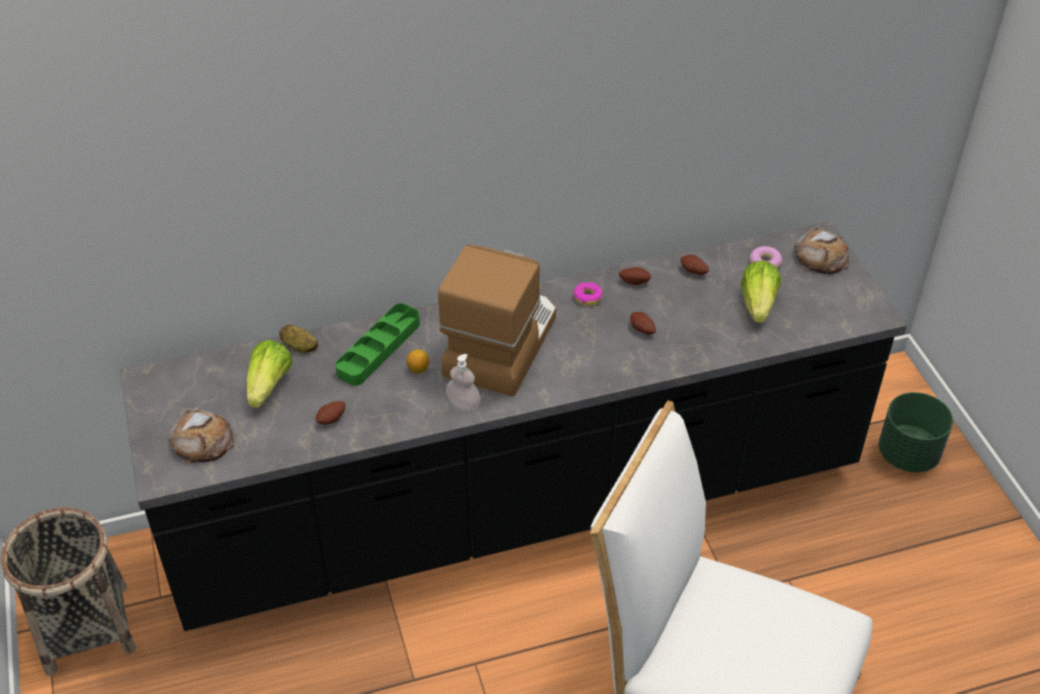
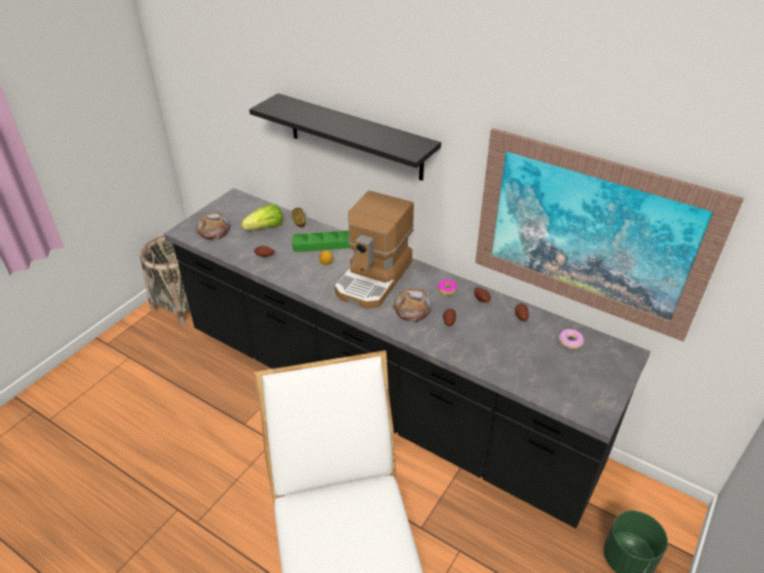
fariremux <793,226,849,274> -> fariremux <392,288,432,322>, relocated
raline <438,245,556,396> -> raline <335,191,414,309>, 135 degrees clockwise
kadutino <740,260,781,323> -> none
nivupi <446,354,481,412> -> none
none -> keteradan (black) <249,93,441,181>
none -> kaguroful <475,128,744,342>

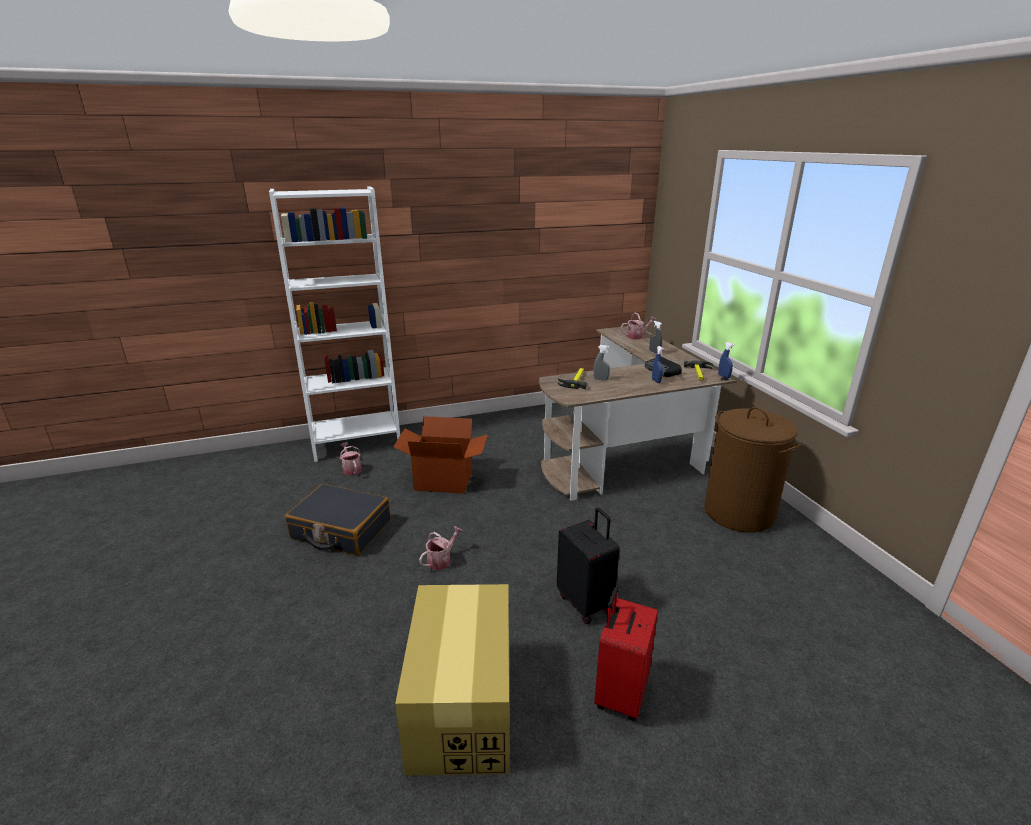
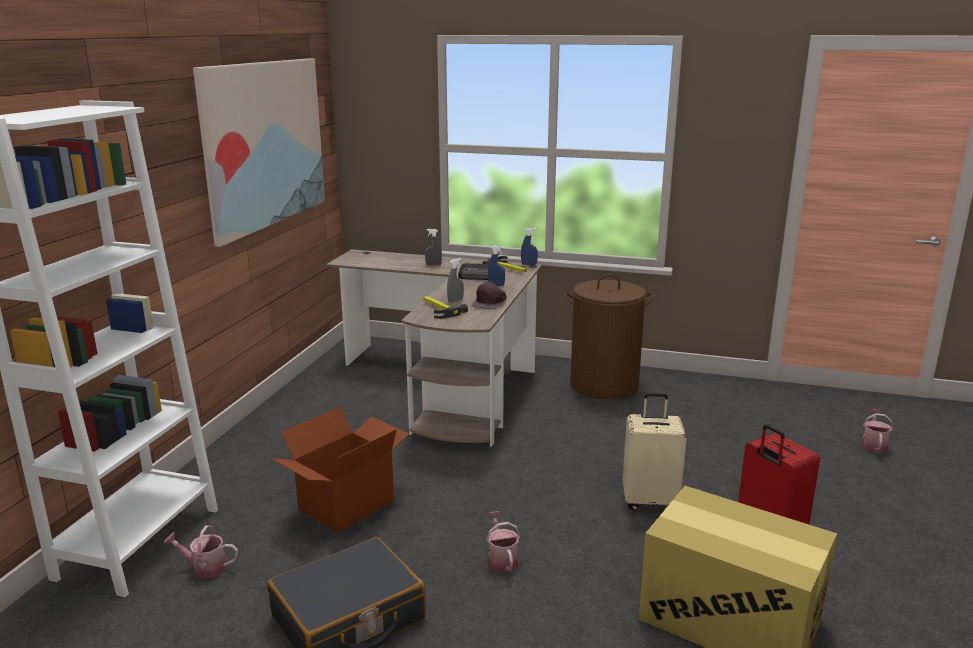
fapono <621,313,657,339> -> fapono <861,409,893,453>, relocated
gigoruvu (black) <557,508,620,624> -> gigoruvu (beige) <623,393,687,510>
none -> kaguroful <193,58,325,247>
none -> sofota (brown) <471,282,507,309>

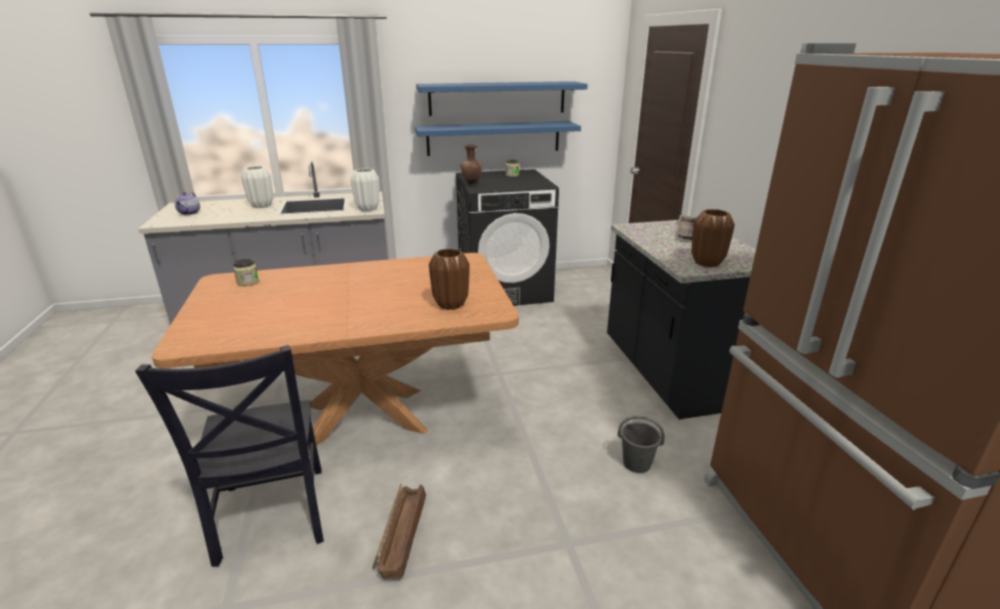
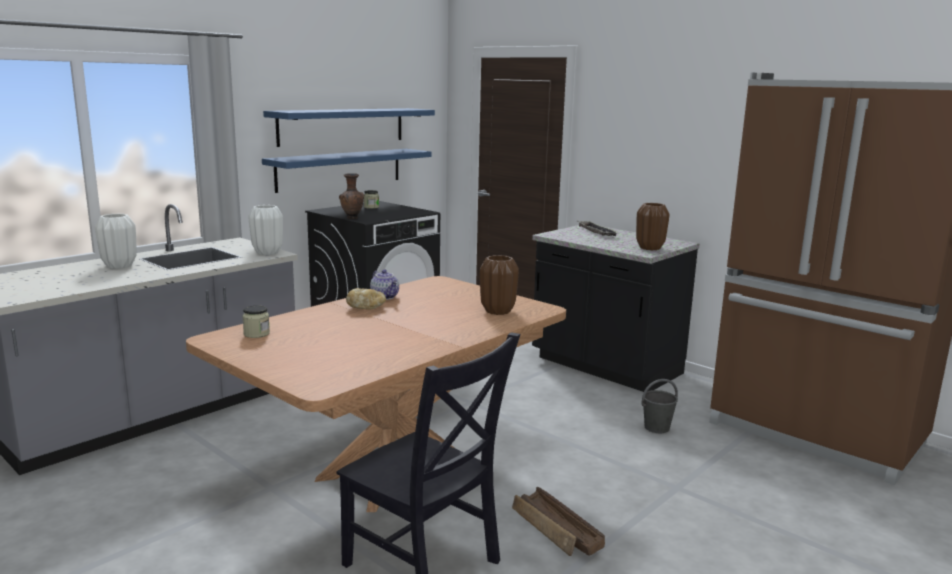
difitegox <175,192,200,215> -> difitegox <370,270,399,300>, relocated
none -> fariremux <346,288,386,309>

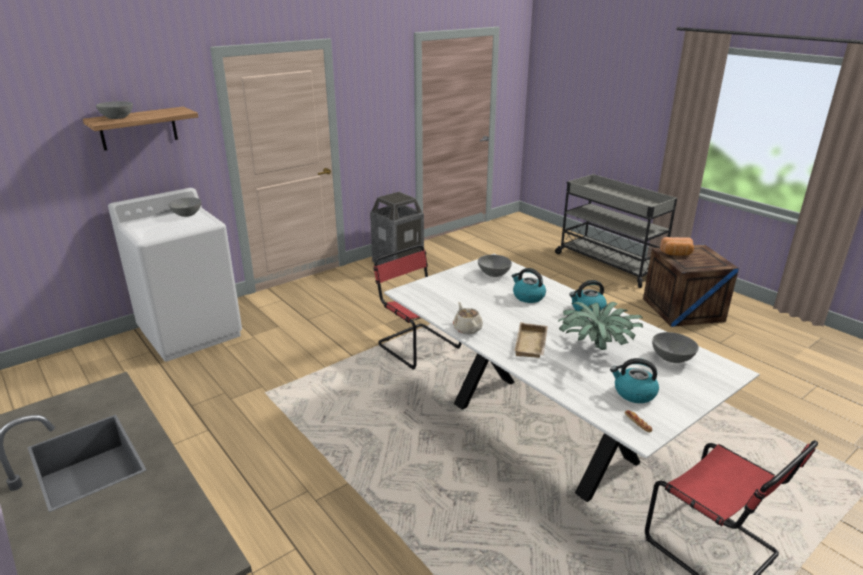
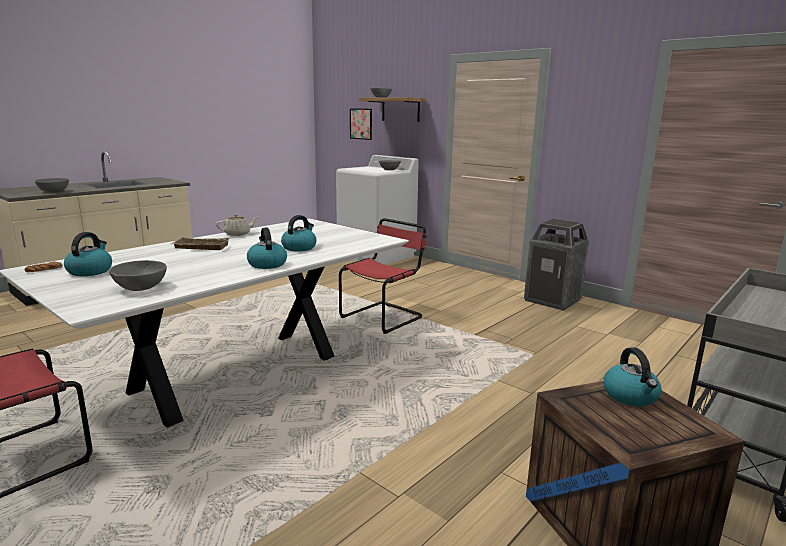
fariremux <660,237,694,256> -> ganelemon <603,348,662,407>
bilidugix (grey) <478,255,512,277> -> bilidugix (grey) <35,178,69,193>, relocated
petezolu <558,302,644,350> -> none
none -> kaguroful <350,108,372,140>

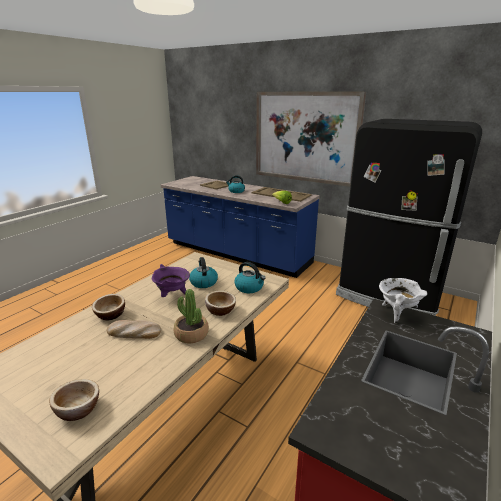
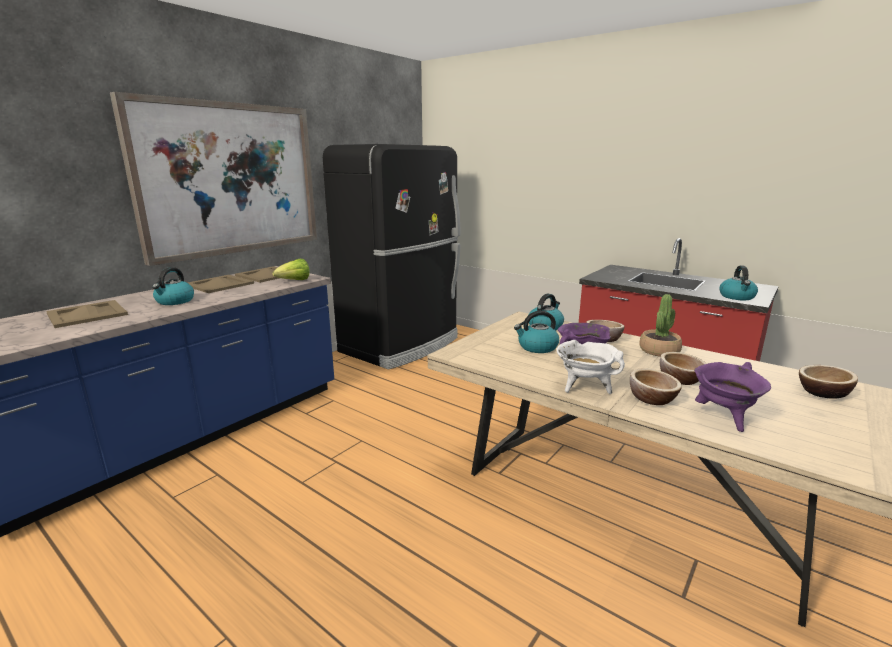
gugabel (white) <379,278,427,324> -> gugabel (white) <557,340,625,394>, relocated
fariremux <107,320,161,339> -> bilidugix <660,352,706,385>
none -> ganelemon <719,265,758,300>
none -> gugabel (purple) <694,362,771,432>

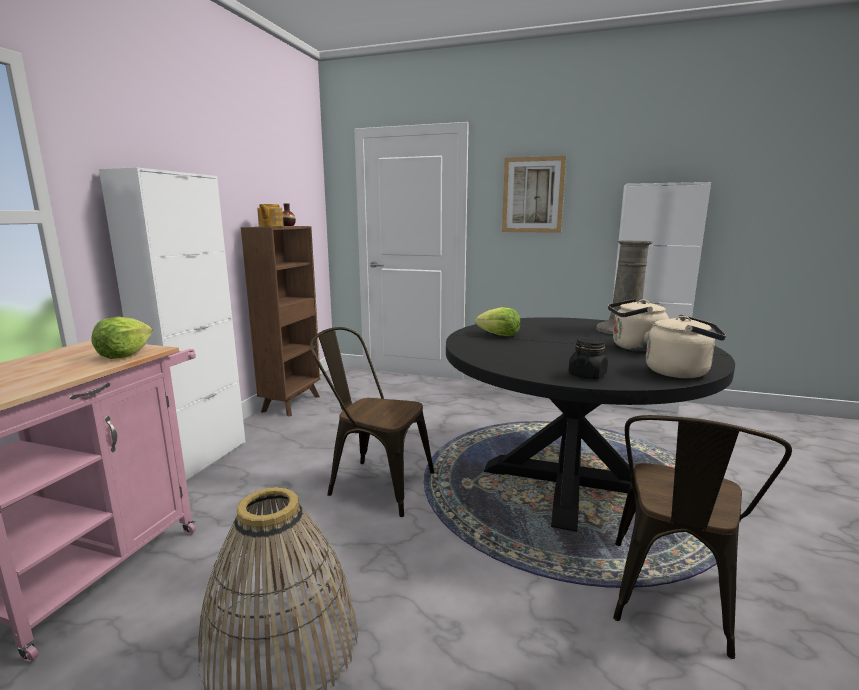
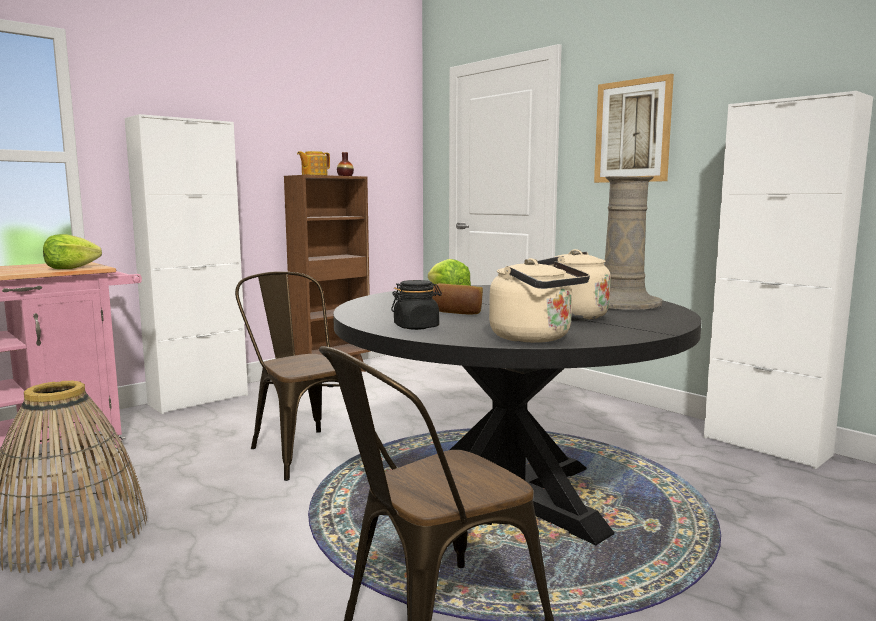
none -> fariremux <432,283,483,315>

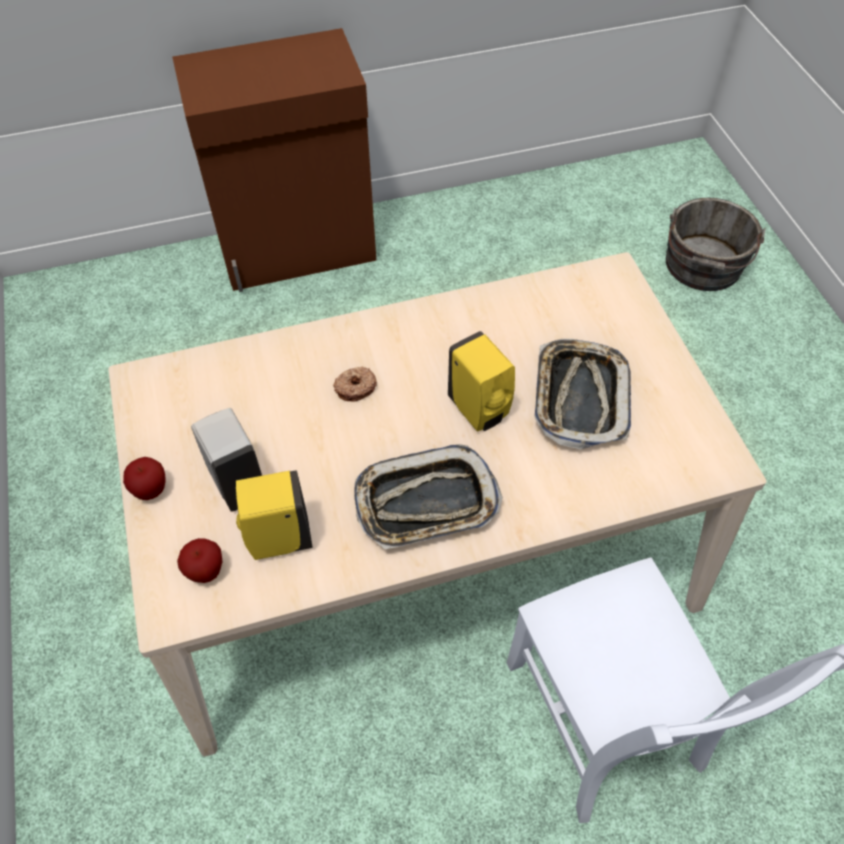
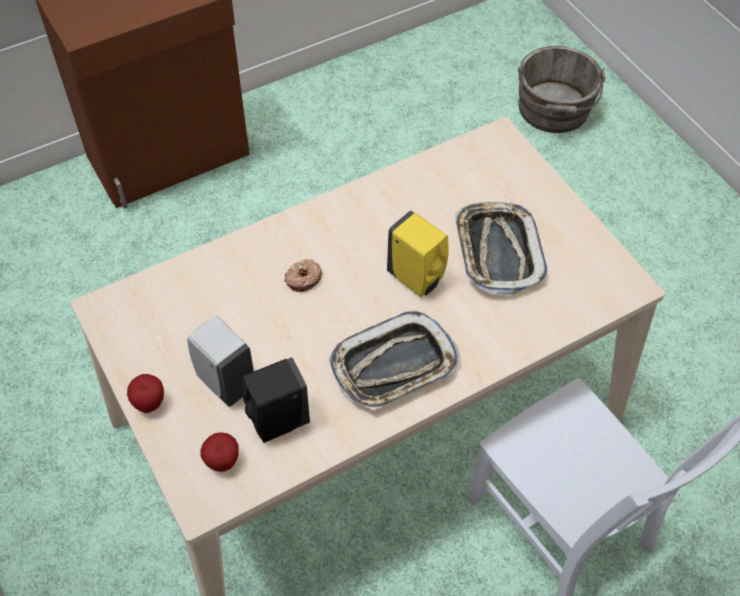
nivupi (yellow) <236,470,313,560> -> nivupi (black) <242,357,310,443>

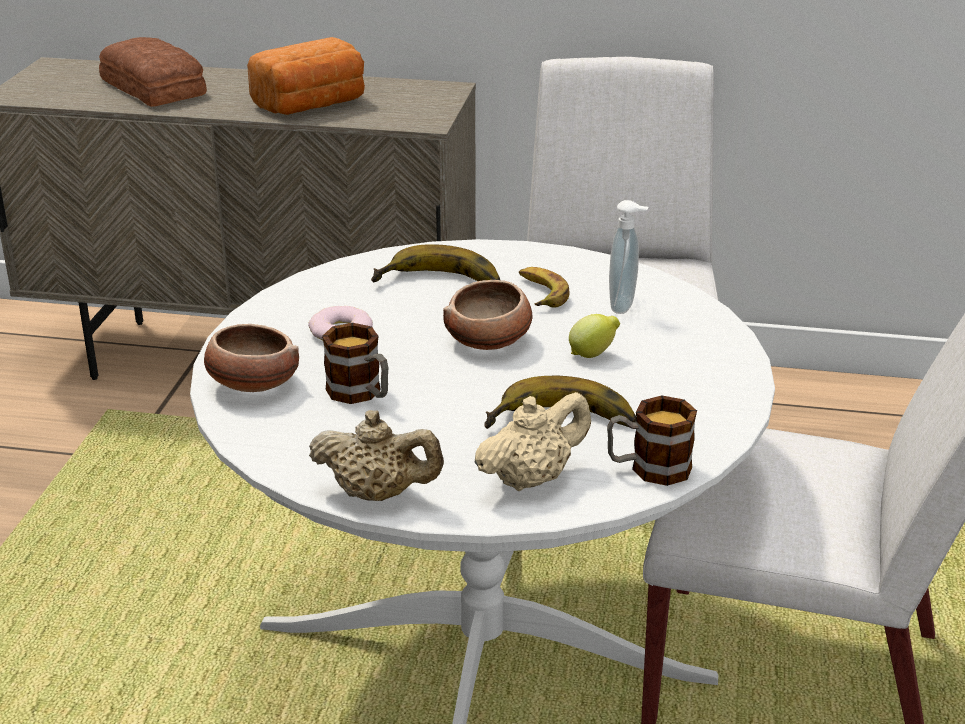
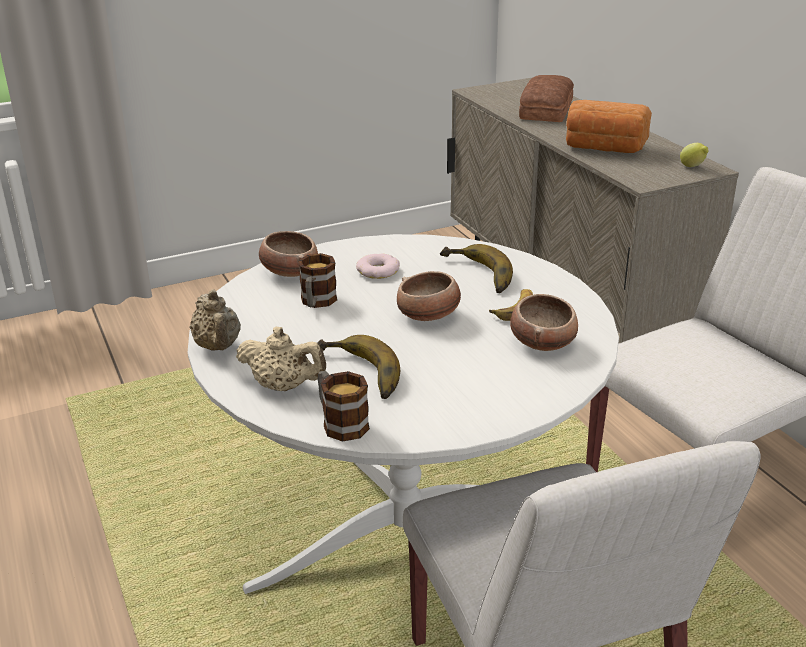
nivupi <609,200,648,314> -> bilidugix <510,294,578,351>
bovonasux <569,314,620,358> -> bovonasux <680,143,709,167>, relocated

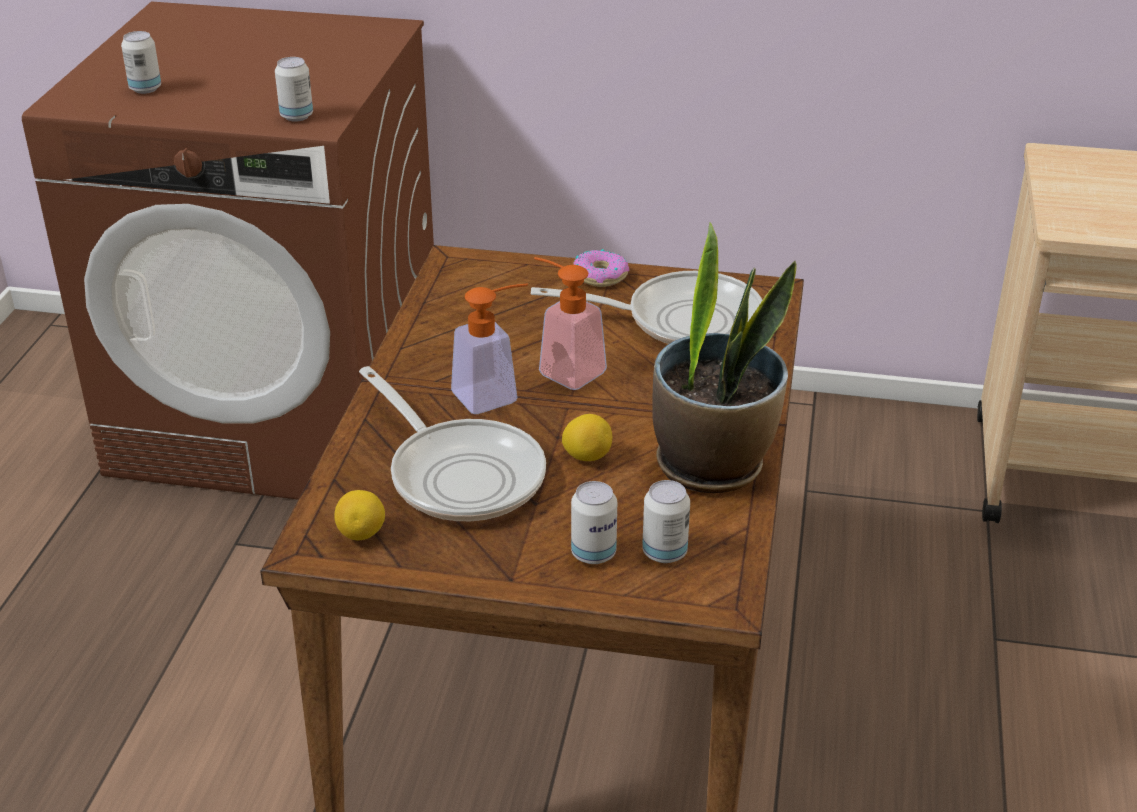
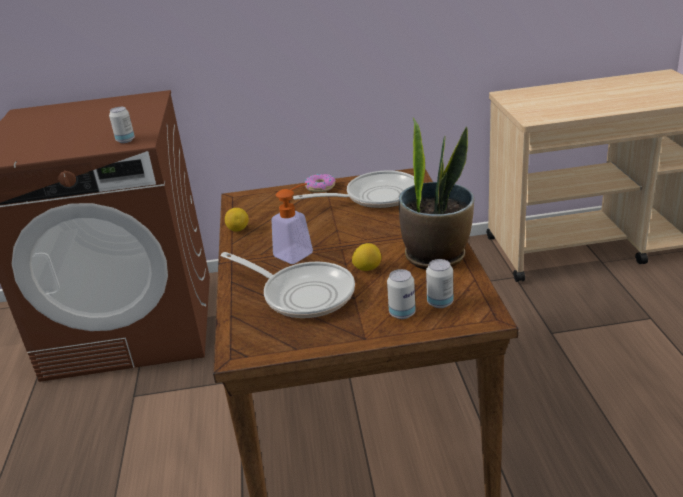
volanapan <121,31,161,94> -> none
nivupi <534,257,607,390> -> none
bovonasux <334,490,385,540> -> bovonasux <225,208,249,232>, relocated

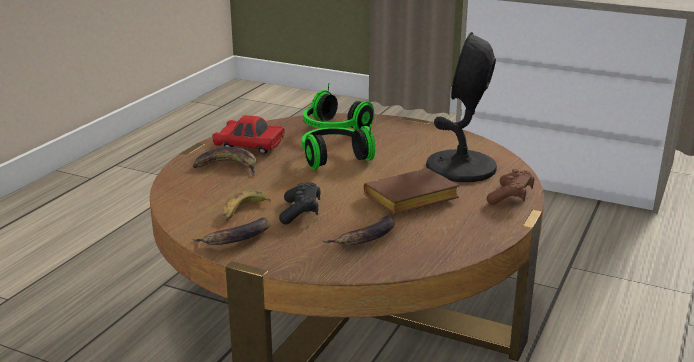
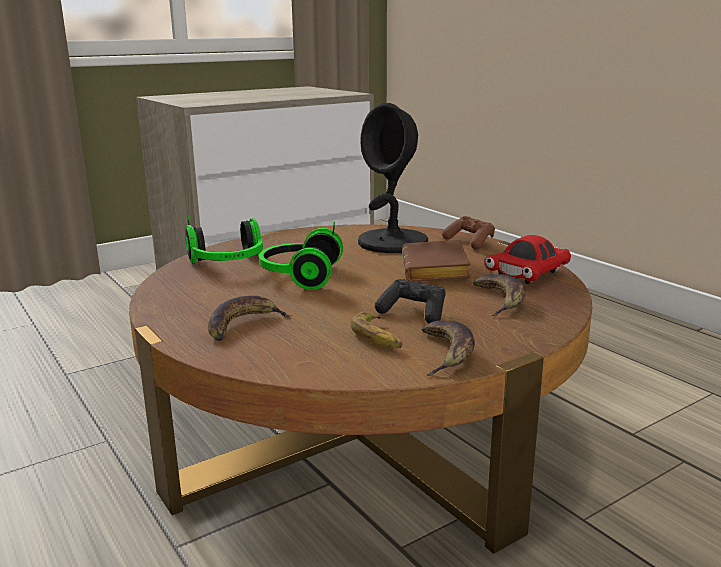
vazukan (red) <212,115,285,153> -> vazukan (red) <485,235,571,284>, relocated

